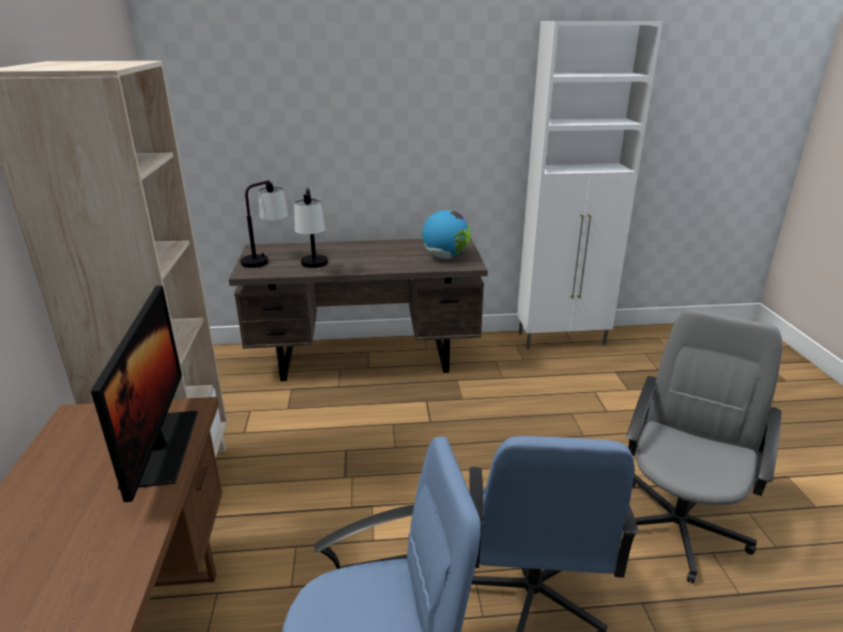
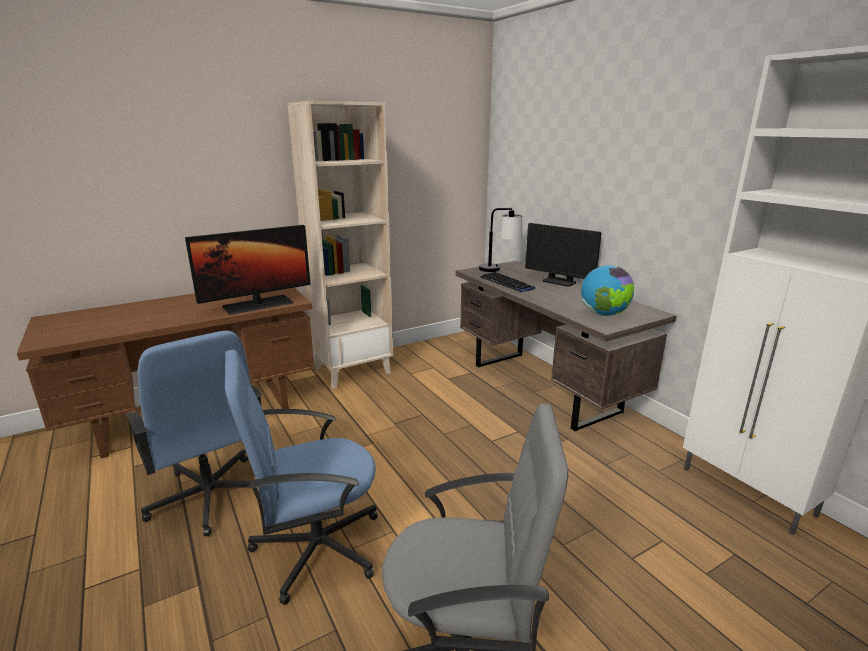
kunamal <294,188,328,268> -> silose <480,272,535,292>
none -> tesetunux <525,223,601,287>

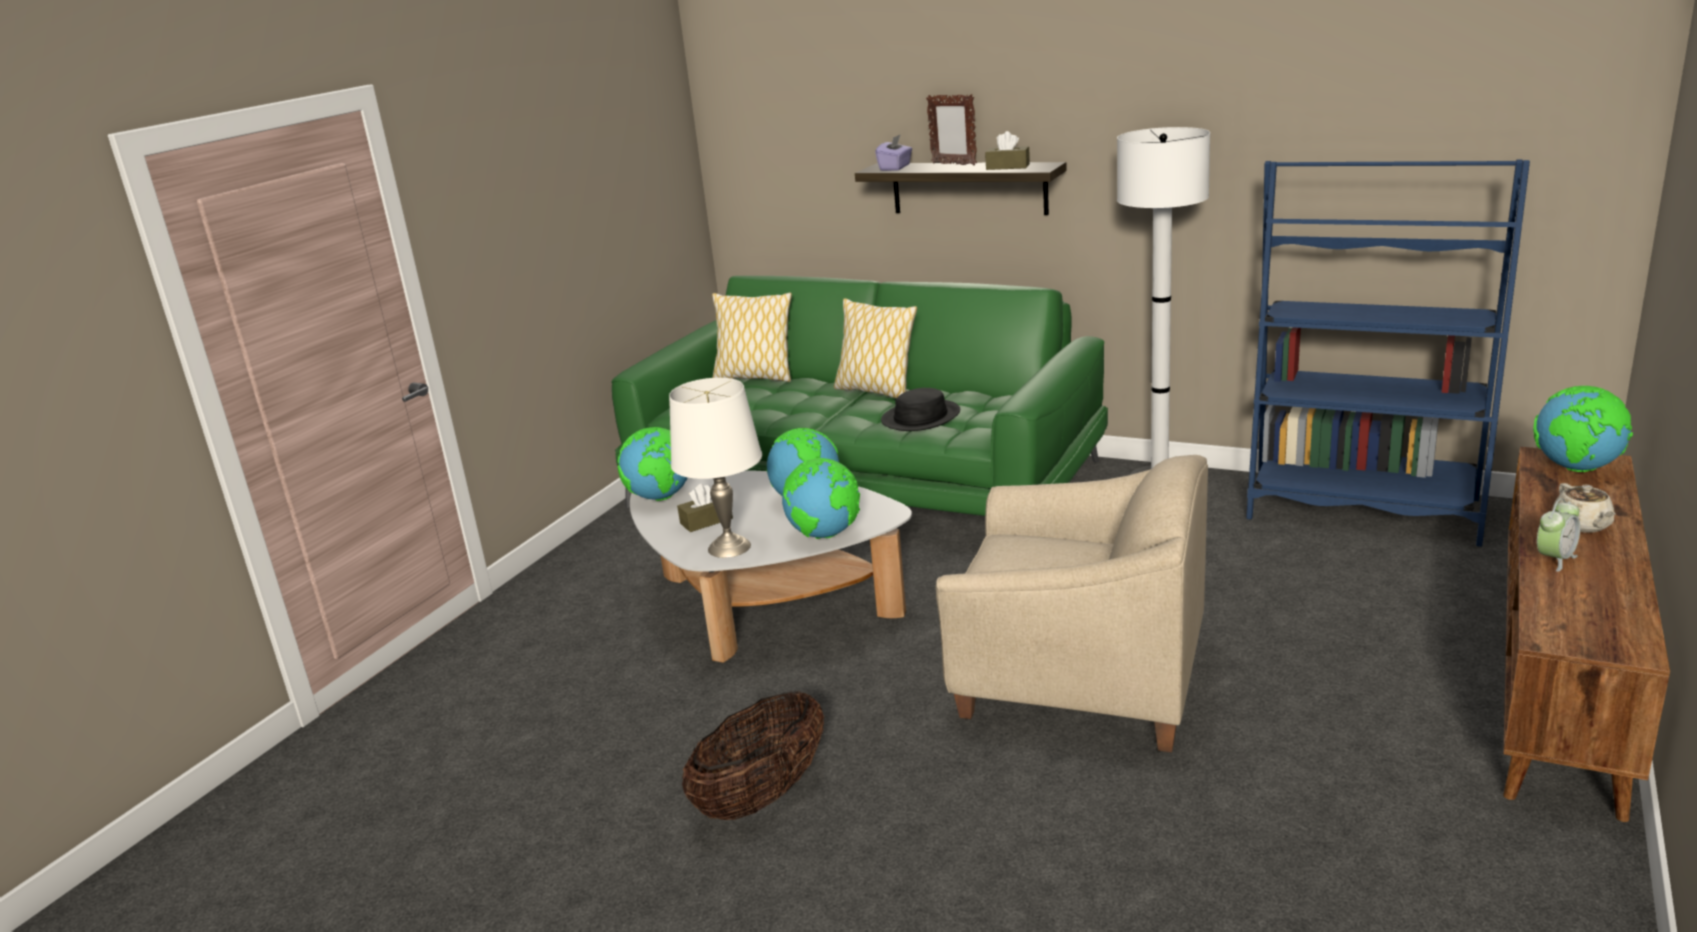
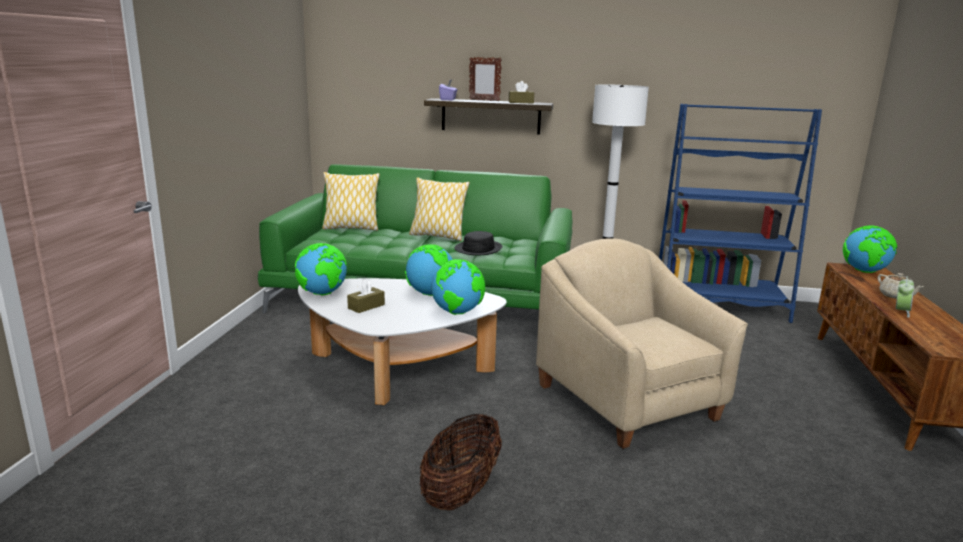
kunamal (white) <669,378,762,558> -> none
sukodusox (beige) <935,455,1208,752> -> sukodusox (beige) <536,238,748,449>, 120 degrees counterclockwise

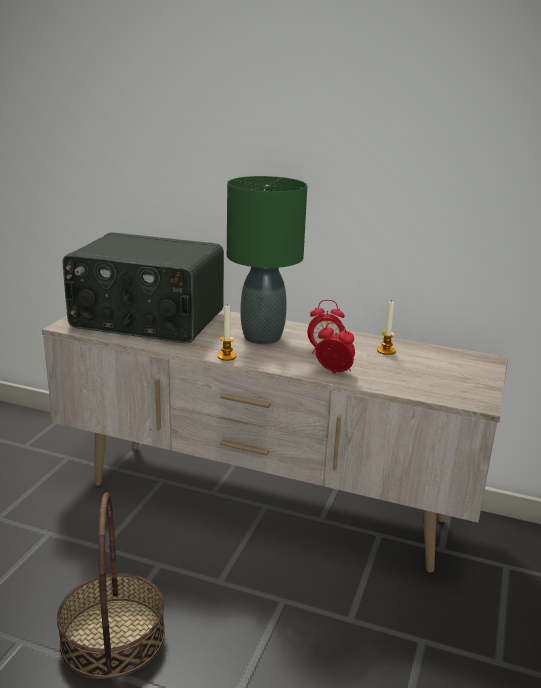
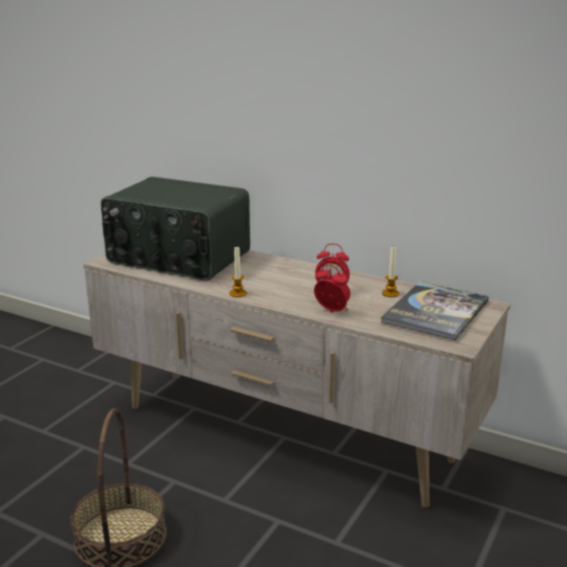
kunamal (green) <227,176,307,344> -> none
none -> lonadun <380,282,489,340>

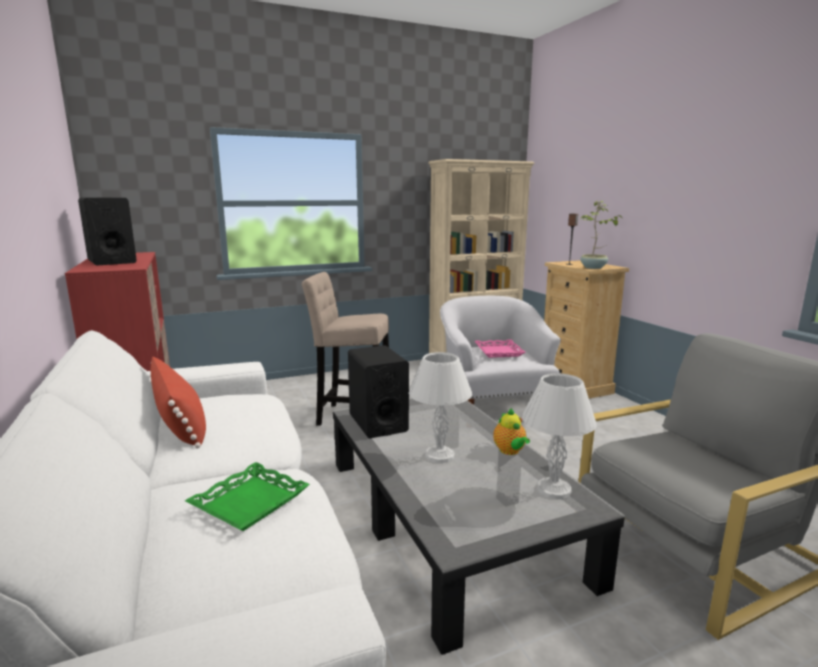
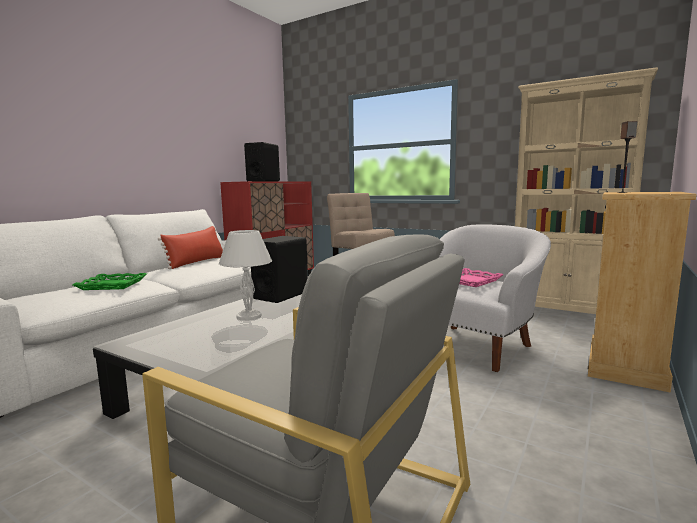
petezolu <580,201,622,269> -> none
kunamal (white) <522,373,597,499> -> none
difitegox <493,408,530,455> -> none

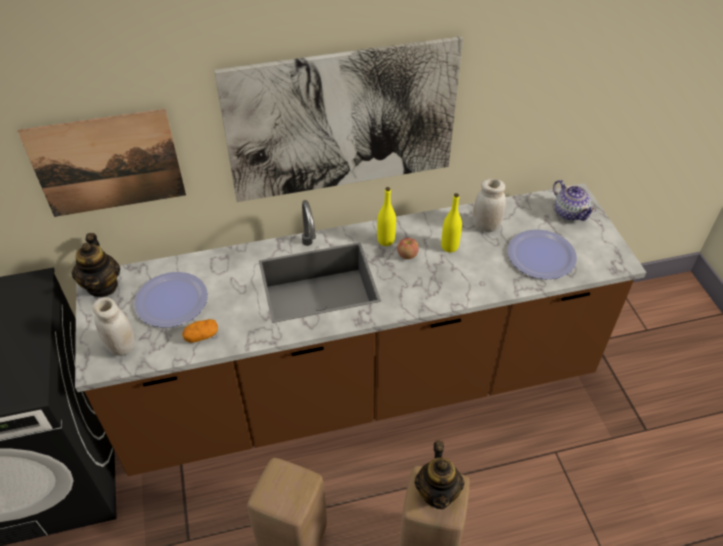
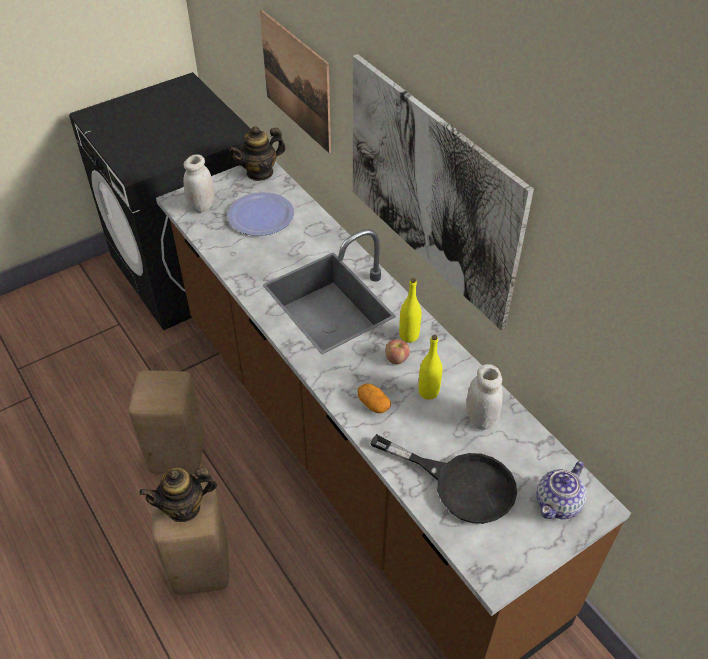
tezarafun <507,229,577,280> -> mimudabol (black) <370,434,517,524>
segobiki <182,319,218,343> -> segobiki <358,383,391,413>, relocated

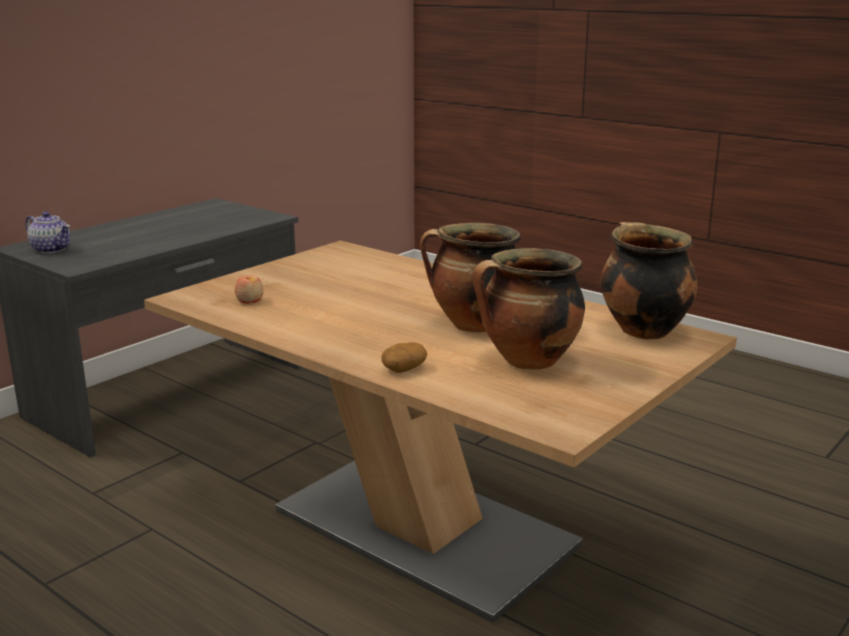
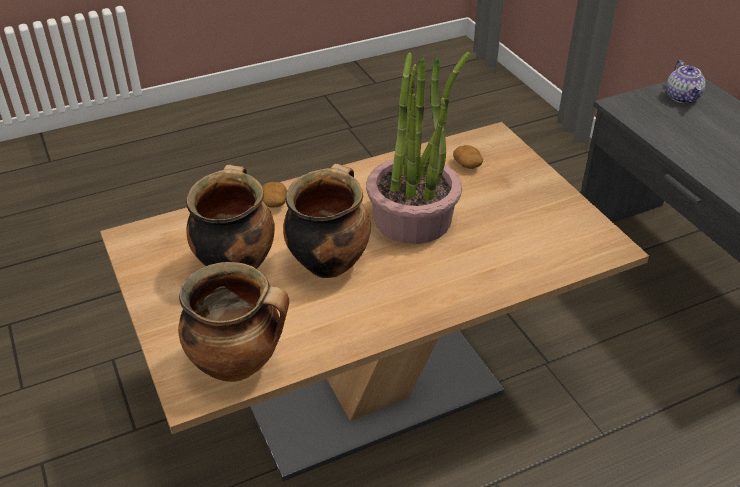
difitegox <26,212,71,253> -> difitegox <666,60,706,103>, 60 degrees counterclockwise
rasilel <234,275,264,303> -> segobiki <453,145,483,169>
none -> petezolu <366,52,470,244>

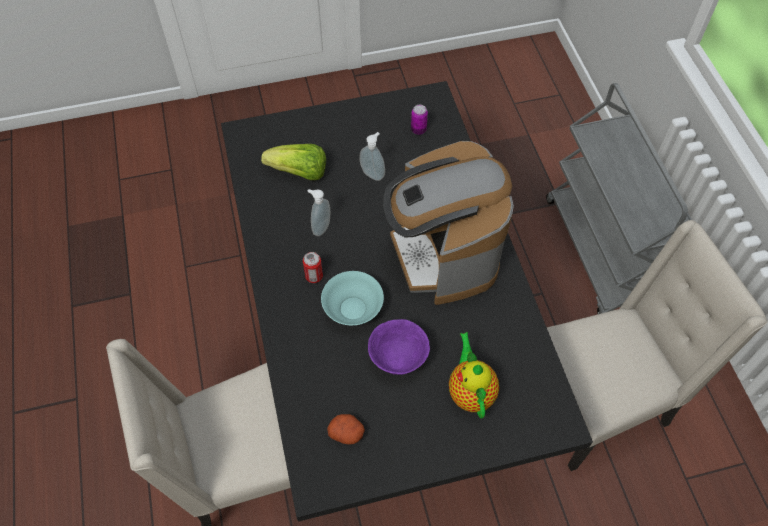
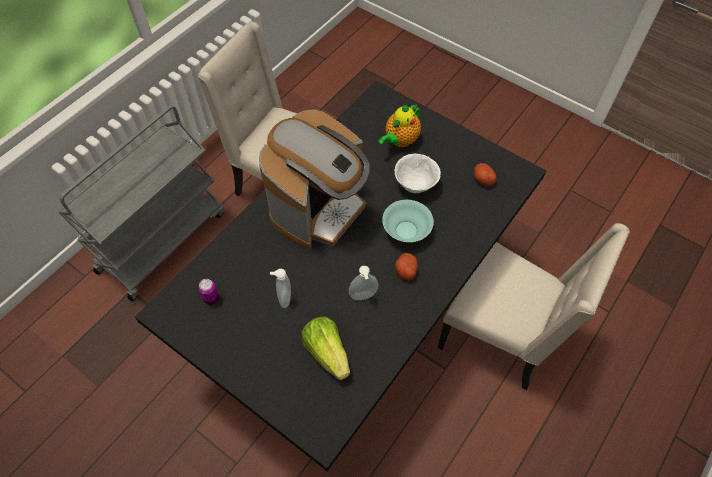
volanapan <303,252,323,283> -> segobiki <395,253,418,281>
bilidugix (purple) <368,319,430,375> -> bilidugix (white) <395,154,441,193>

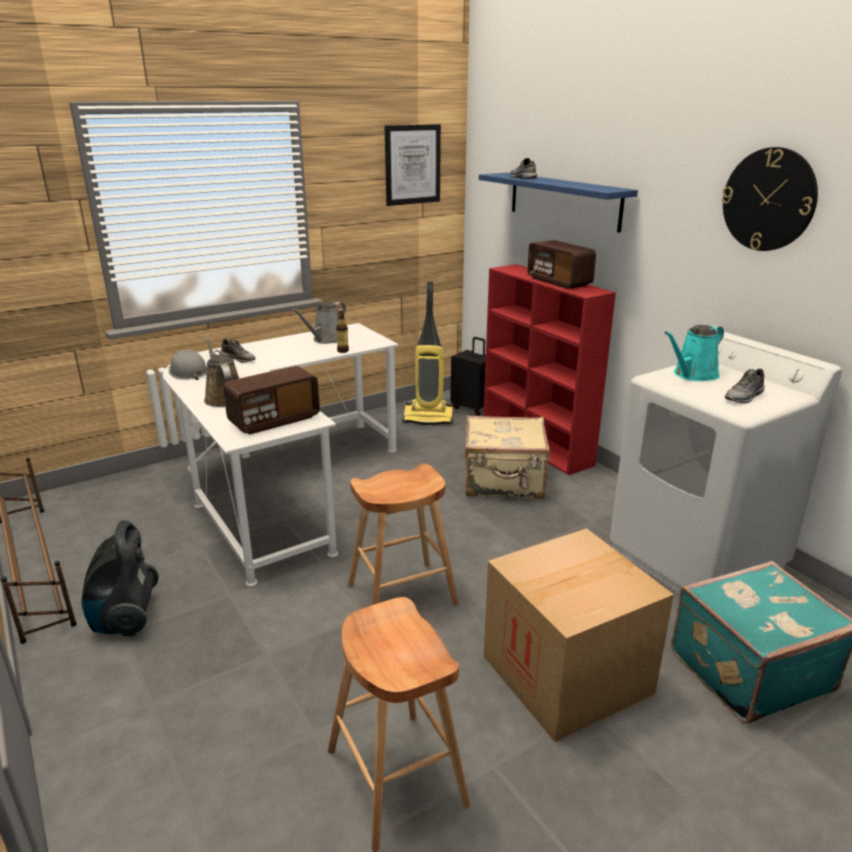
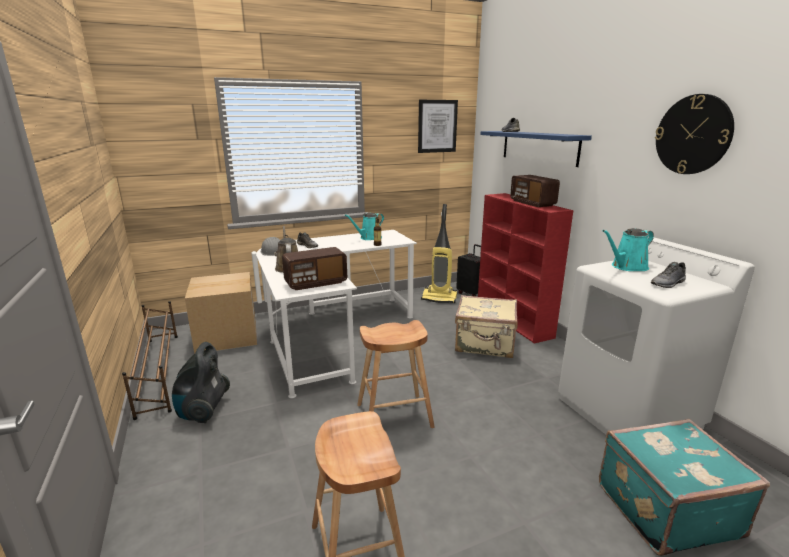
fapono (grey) <291,302,346,344> -> fapono (turquoise) <345,213,384,240>
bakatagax <484,528,674,742> -> bakatagax <185,272,257,354>, relocated

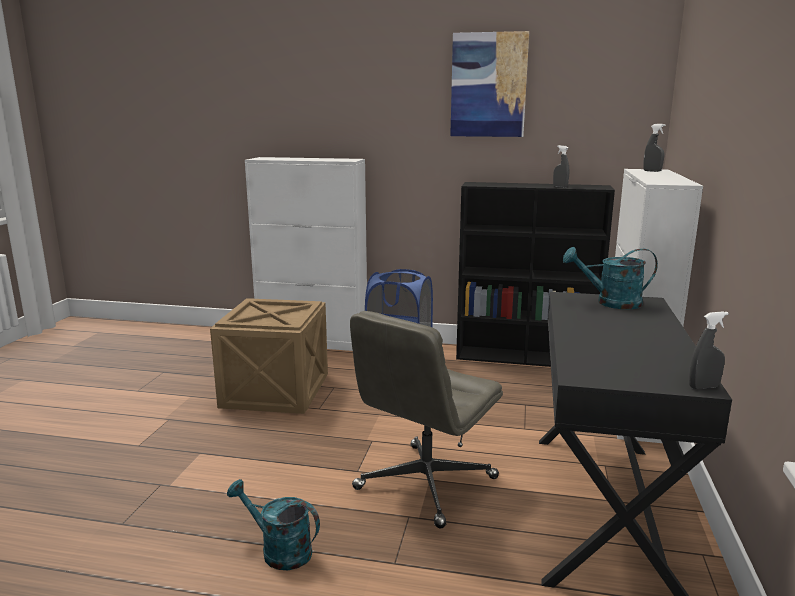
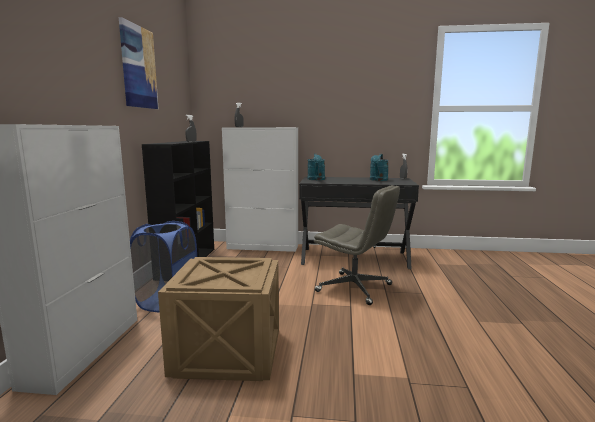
fapono (turquoise) <227,479,320,570> -> fapono (turquoise) <370,154,389,181>, relocated

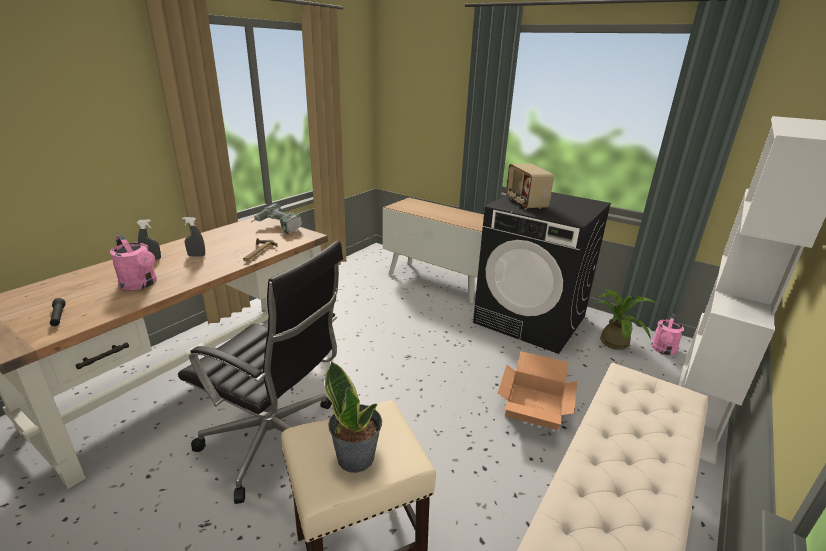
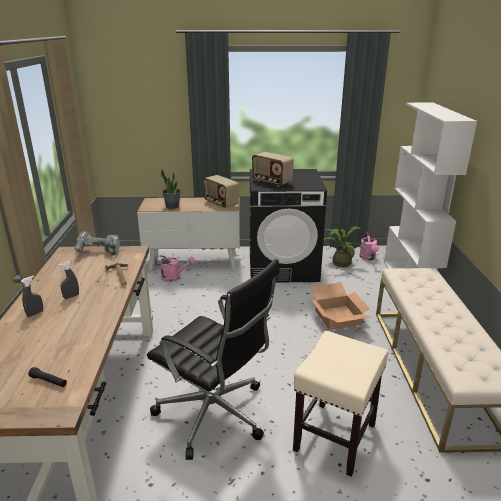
fapono (pink) <110,234,157,290> -> fapono (pink) <155,255,195,282>, relocated
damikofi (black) <178,241,343,504> -> damikofi (black) <147,259,280,460>, 45 degrees clockwise
petezolu <325,361,382,473> -> petezolu <161,168,181,209>, relocated
none -> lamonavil <203,175,239,208>

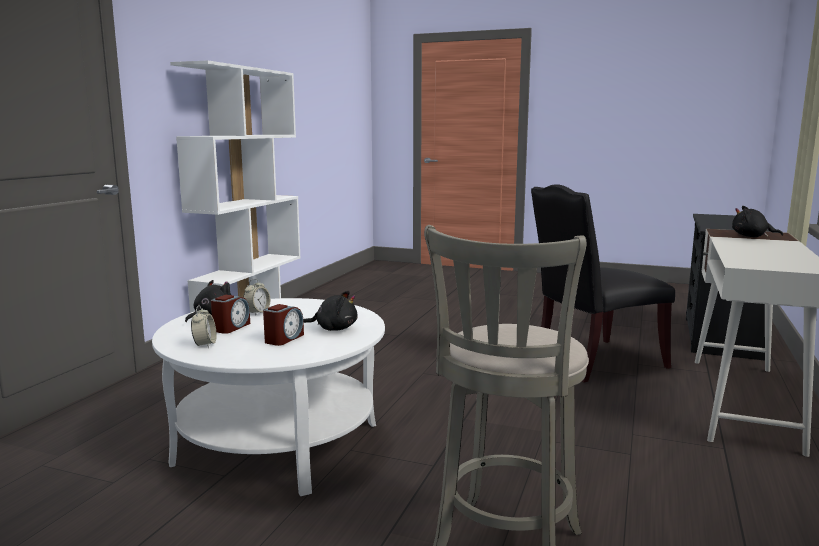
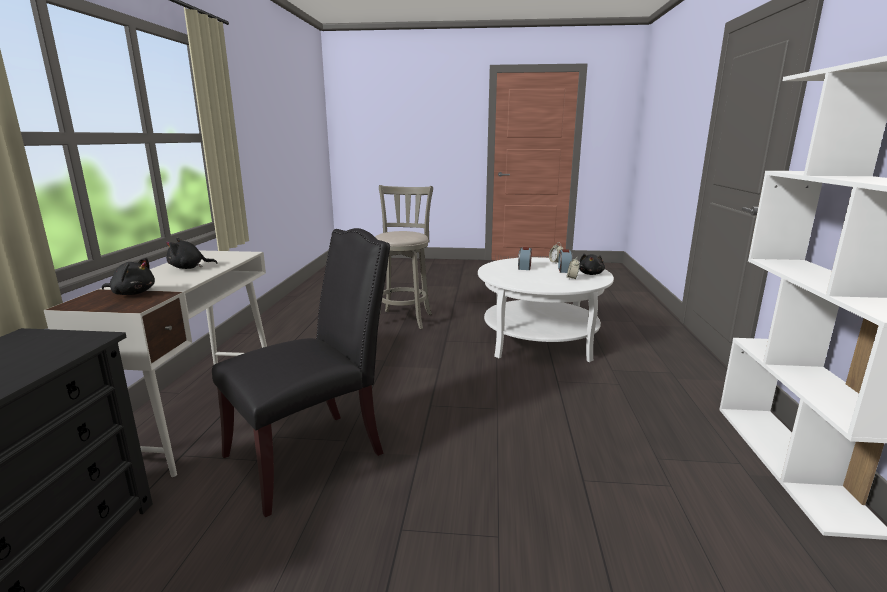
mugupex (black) <303,291,358,331> -> mugupex (black) <166,238,218,269>, relocated

